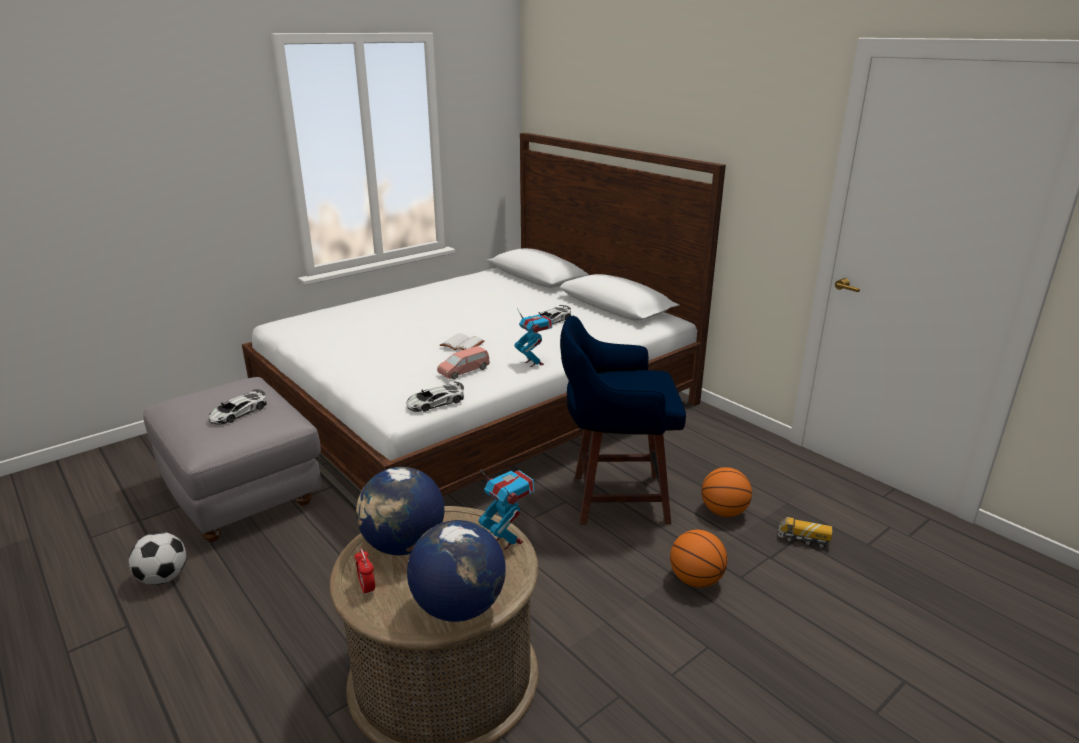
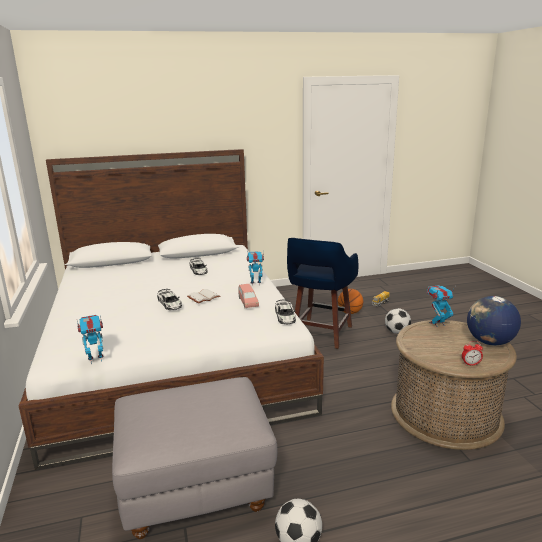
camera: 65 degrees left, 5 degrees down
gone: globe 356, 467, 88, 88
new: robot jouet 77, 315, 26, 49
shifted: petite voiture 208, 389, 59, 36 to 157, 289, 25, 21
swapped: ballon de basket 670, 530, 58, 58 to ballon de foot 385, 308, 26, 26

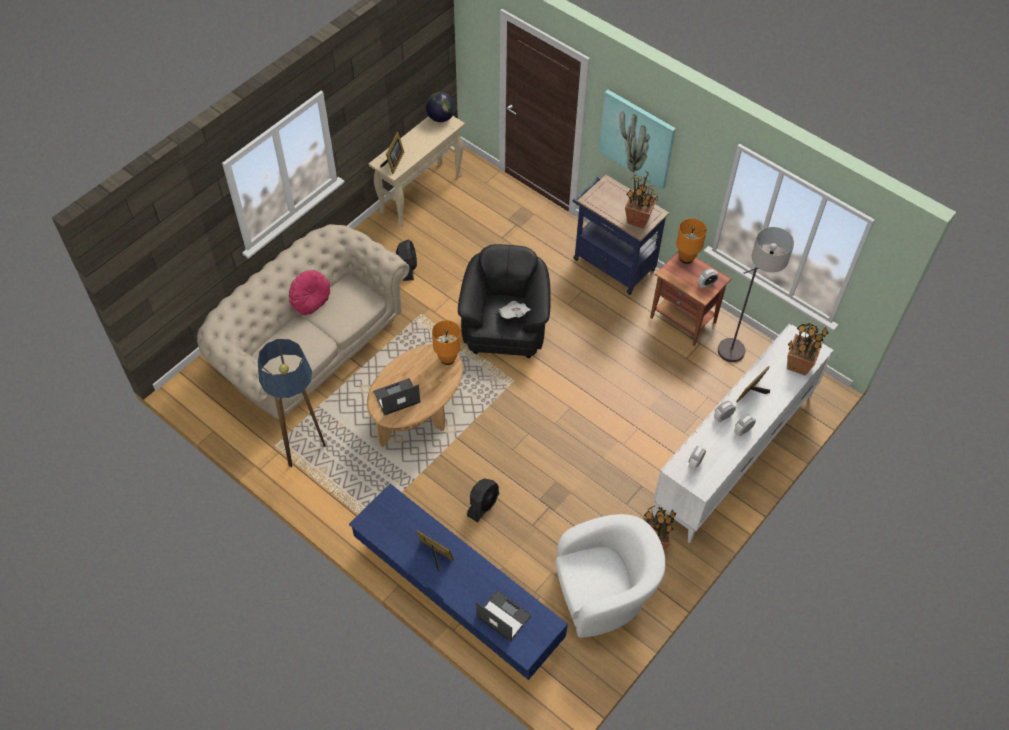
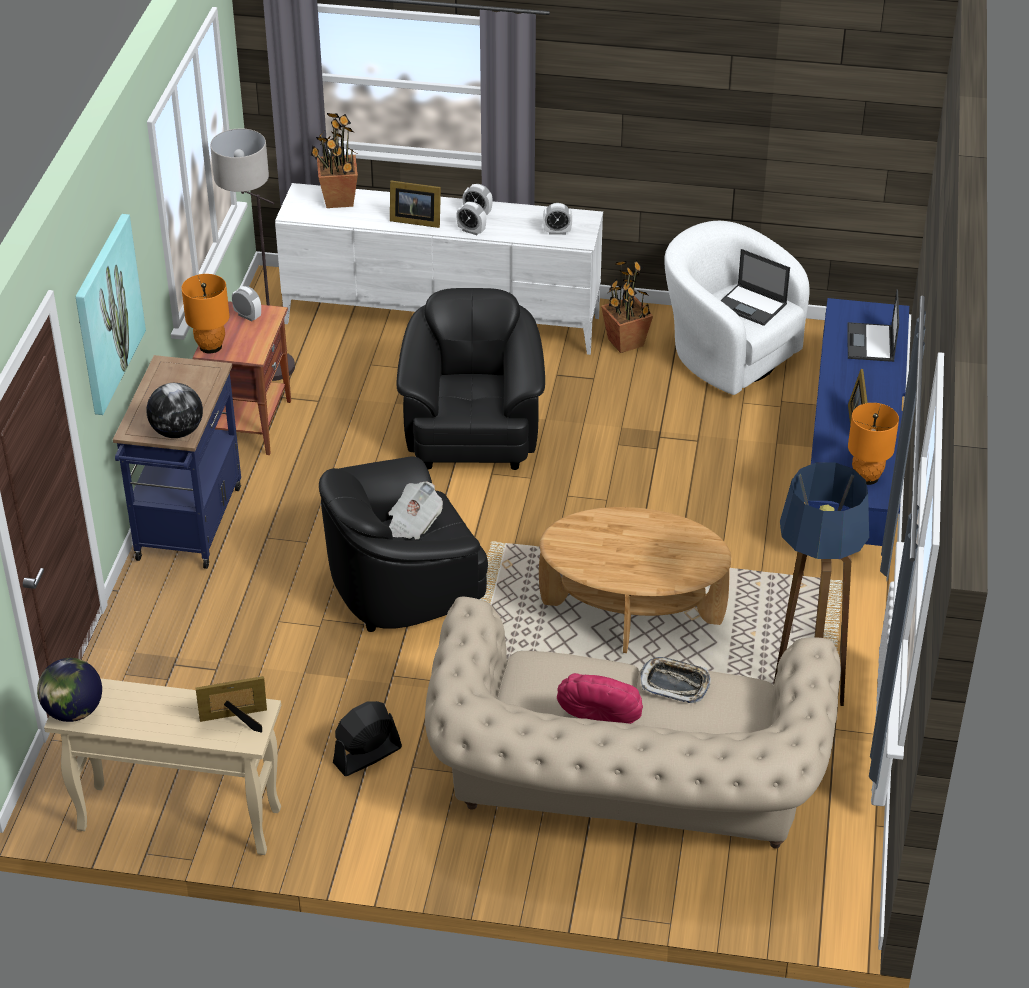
camera: 120 degrees left, 15 degrees down
gone: ventilateur (noir) 467, 478, 33, 44; plante en pot 625, 171, 33, 57
new: globe 146, 383, 57, 55; fauteuil (noir) 397, 288, 148, 182; plateau 641, 657, 70, 46
shifted: ordinateur portable 373, 378, 48, 38 to 720, 249, 70, 77; lampe de table (orange) 432, 320, 29, 45 to 848, 403, 51, 82

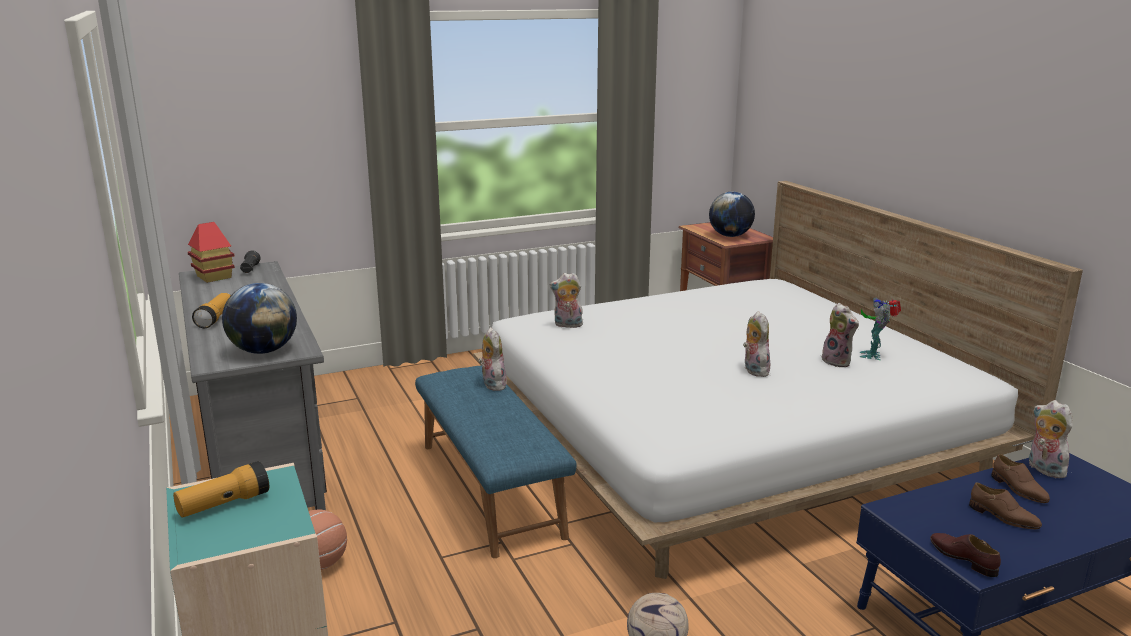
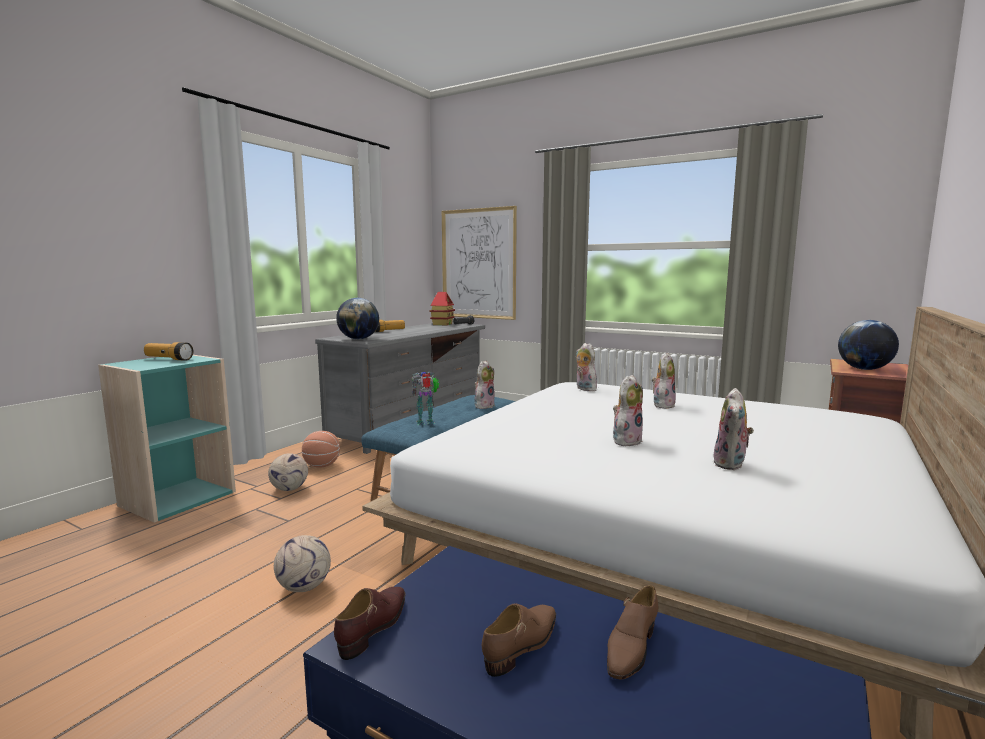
camera: 55 degrees right, 10 degrees down
new: ballon de foot 268, 453, 40, 38; tableau 442, 206, 75, 114
shifted: robot jouet 860, 298, 41, 62 to 412, 372, 28, 53; peluche 1029, 400, 44, 78 to 652, 353, 24, 56
rotated: chaussure (marron) 969, 482, 73, 47 = 482, 604, 74, 73 150 degrees counterclockwise

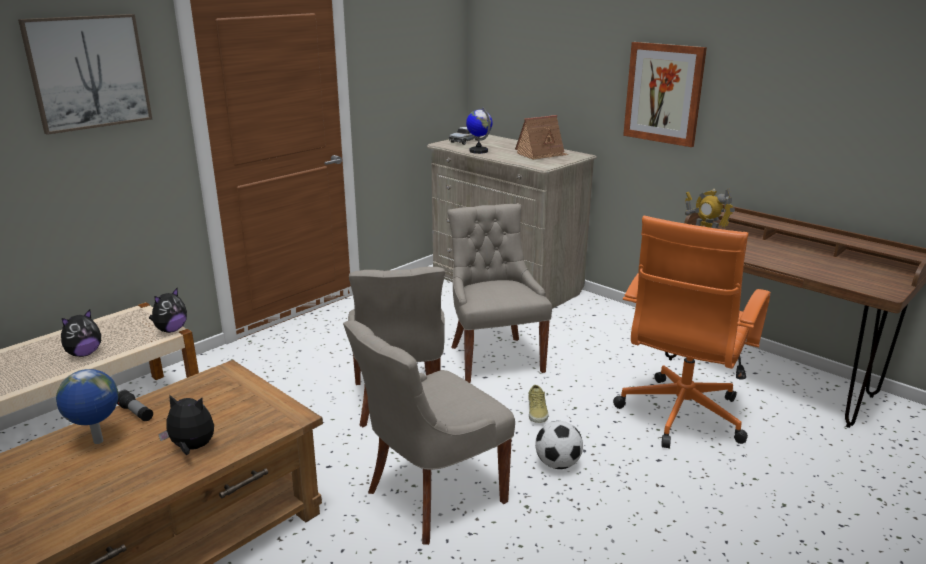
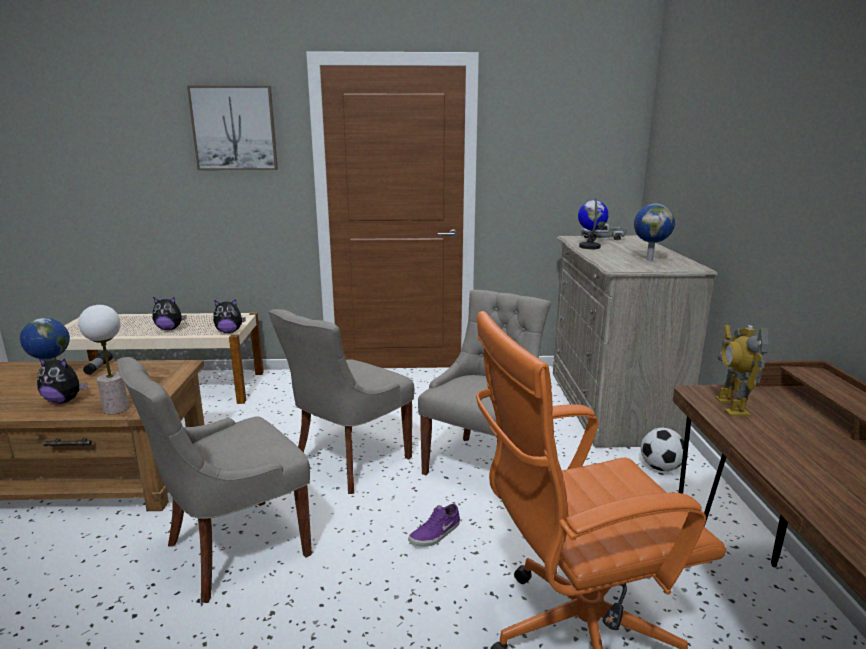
camera: 45 degrees right, 5 degrees down
gone: tableau 623, 42, 84, 105
new: lampe de table 78, 305, 51, 110
shifted: ballon de foot 535, 421, 48, 48 to 641, 428, 43, 43
swapped: maison miniature 515, 115, 53, 45 to globe 634, 204, 41, 57
repainted: chaussure (beige) 528, 385, 21, 38 to chaussure (violet) 408, 504, 52, 43
rotated: peluche 158, 394, 56, 61 = 37, 358, 50, 46 135 degrees clockwise; chaise (gris) 343, 320, 172, 225 = 117, 357, 195, 246 45 degrees counterclockwise

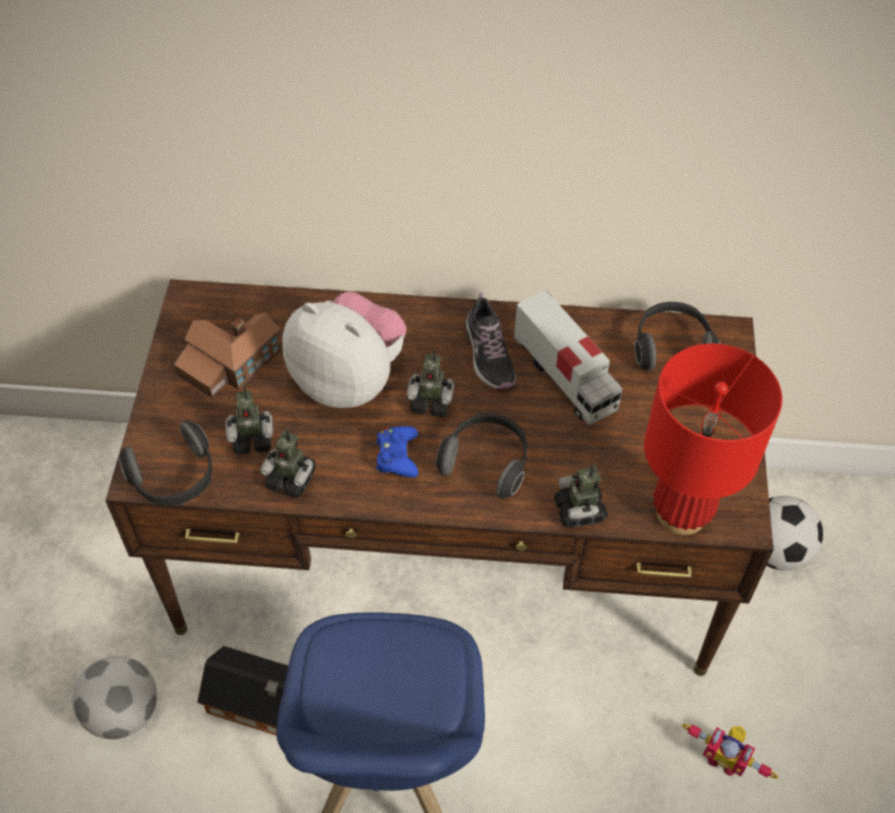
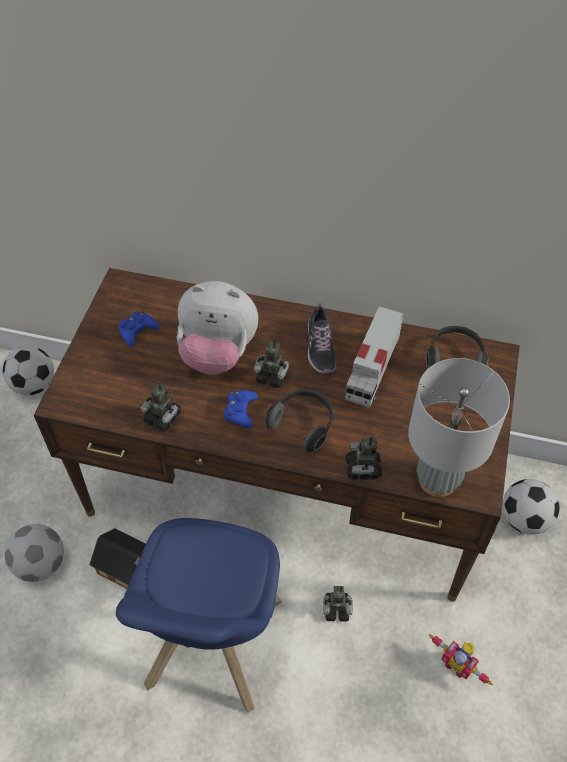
camera: 10 degrees right, 0 degrees up
gone: casque audio 118, 420, 94, 86
new: ballon de foot 3, 346, 51, 49
shifted: robot jouet 225, 386, 48, 69 to 323, 586, 30, 35
swapped: maison miniature 174, 313, 106, 86 to manette (bleu) 118, 311, 42, 36
repainted: lampe de table (rouge) 644, 343, 138, 192 to lampe de table (gris) 408, 358, 102, 139
rotated: peluche 282, 291, 125, 117 = 177, 281, 81, 94 150 degrees clockwise; camion jouet 514, 290, 109, 135 = 345, 306, 59, 102 45 degrees clockwise

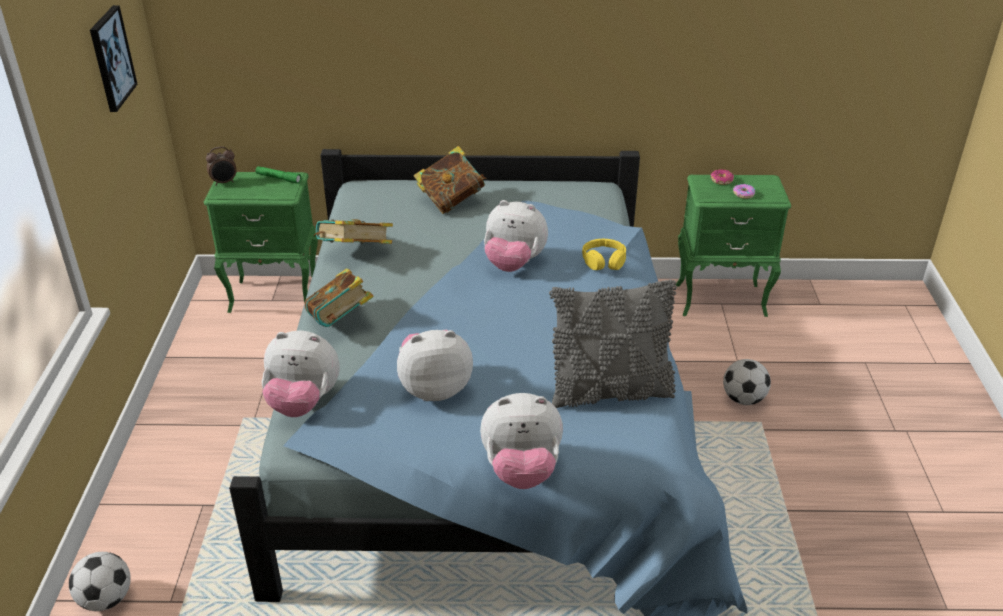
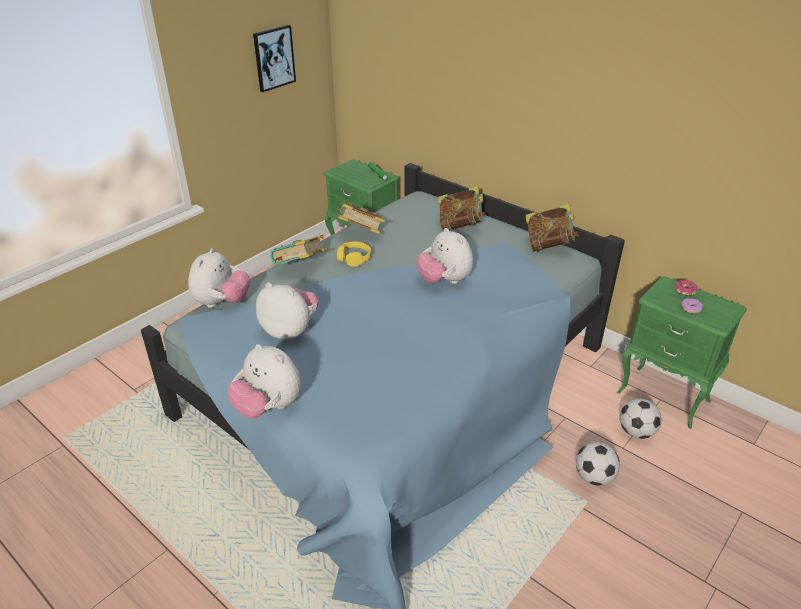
camera: 40 degrees right, 0 degrees up
gone: réveil 206, 146, 31, 40; coussin (gris) 549, 279, 128, 129
new: livre 526, 204, 53, 47
shifted: ballon de foot 69, 552, 62, 59 to 620, 399, 42, 40; casque audio (jaune) 582, 239, 44, 31 to 337, 242, 34, 25
rotated: peluche 262, 331, 78, 86 = 188, 248, 62, 60 120 degrees counterclockwise

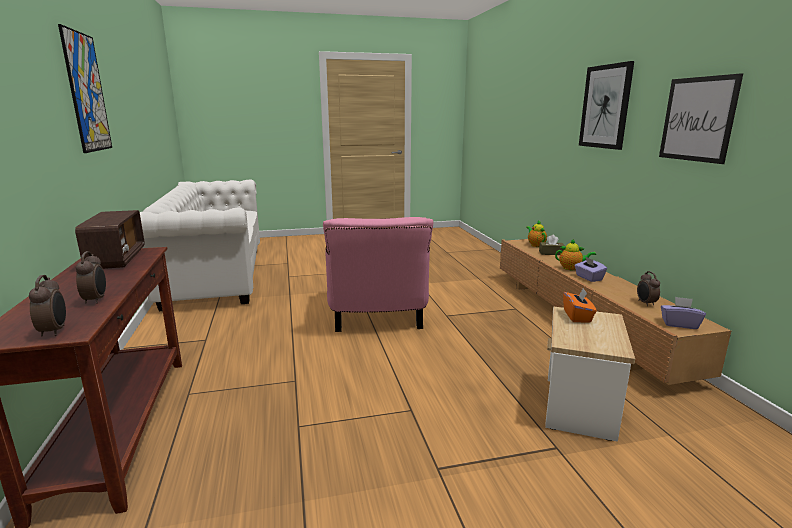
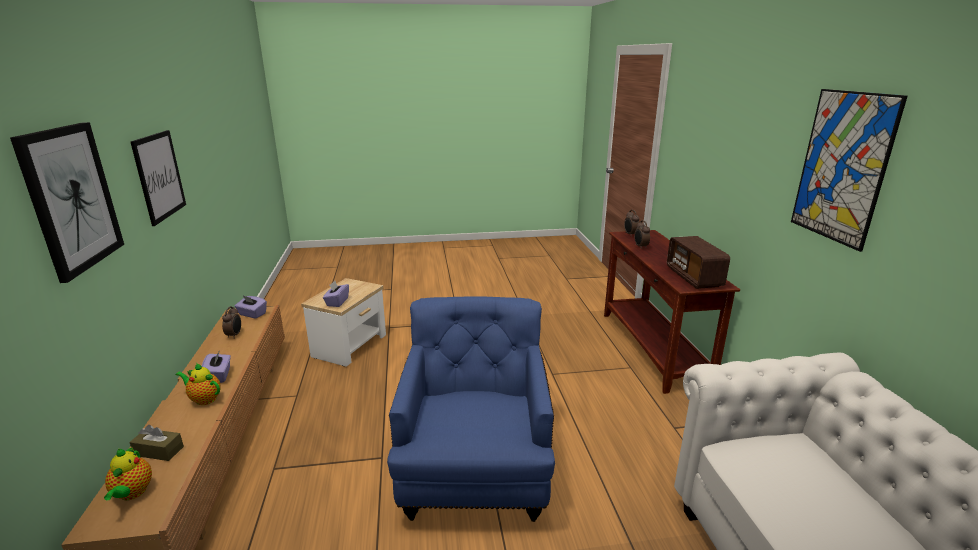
camera: 175 degrees left, 5 degrees up
repainted: fauteuil (rose) 323, 217, 110, 115 to fauteuil (bleu) 387, 296, 168, 226; boîte à mouchoirs (orange) 563, 288, 34, 35 to boîte à mouchoirs (violet) 323, 281, 26, 26

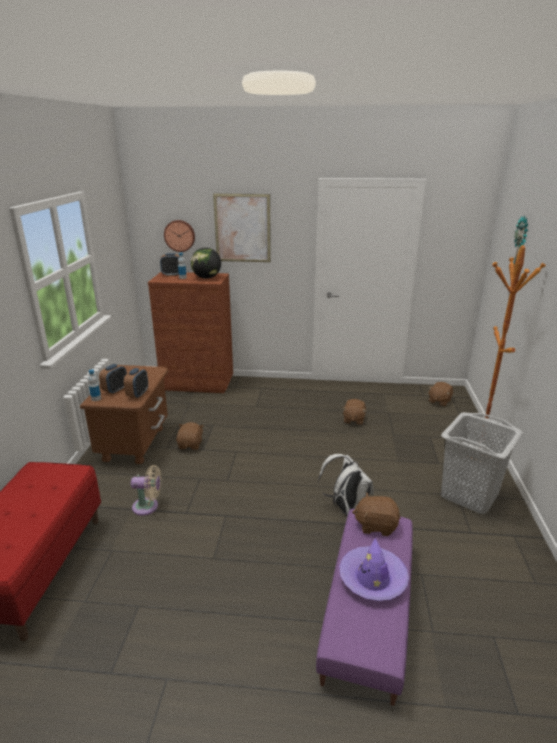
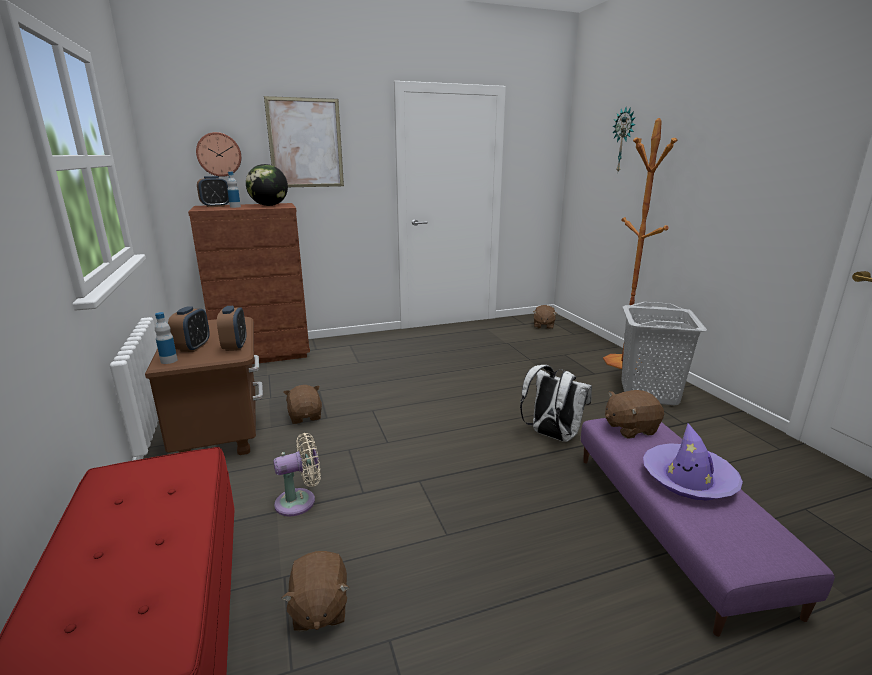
camera: 25 degrees left, 5 degrees down
shifted: peluche (marron) 343, 399, 23, 26 to 281, 551, 69, 81

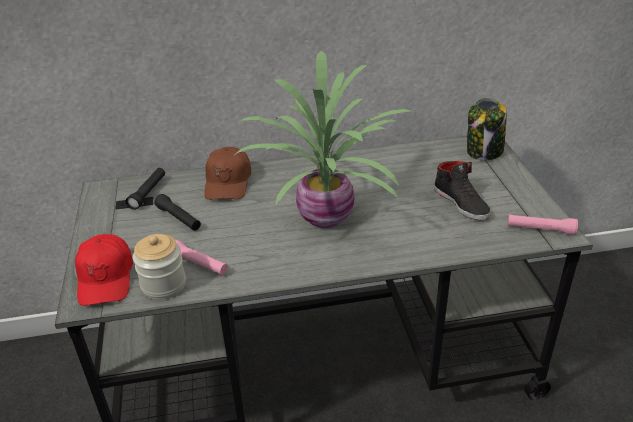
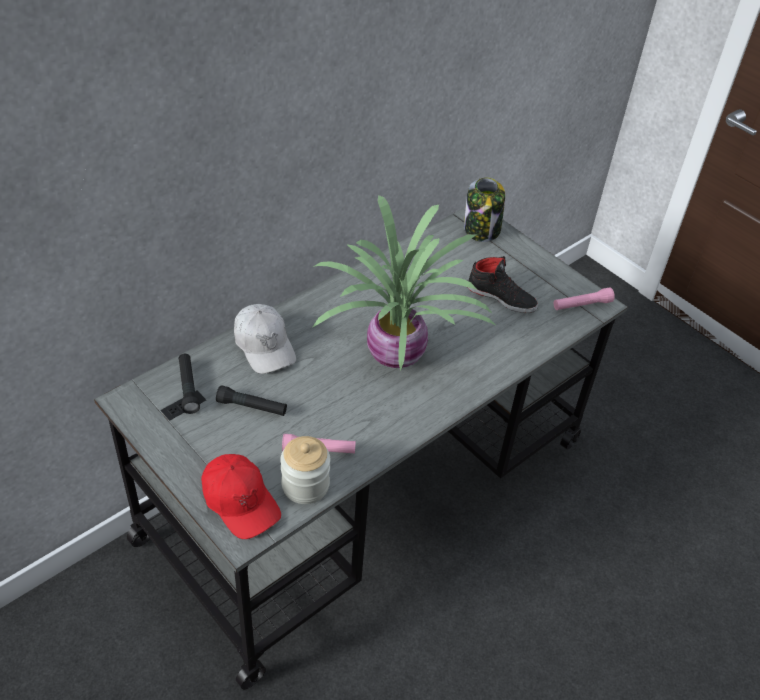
camera: 35 degrees left, 10 degrees up
repainted: casquette (marron) 204, 147, 47, 53 to casquette (blanc) 234, 304, 62, 70

